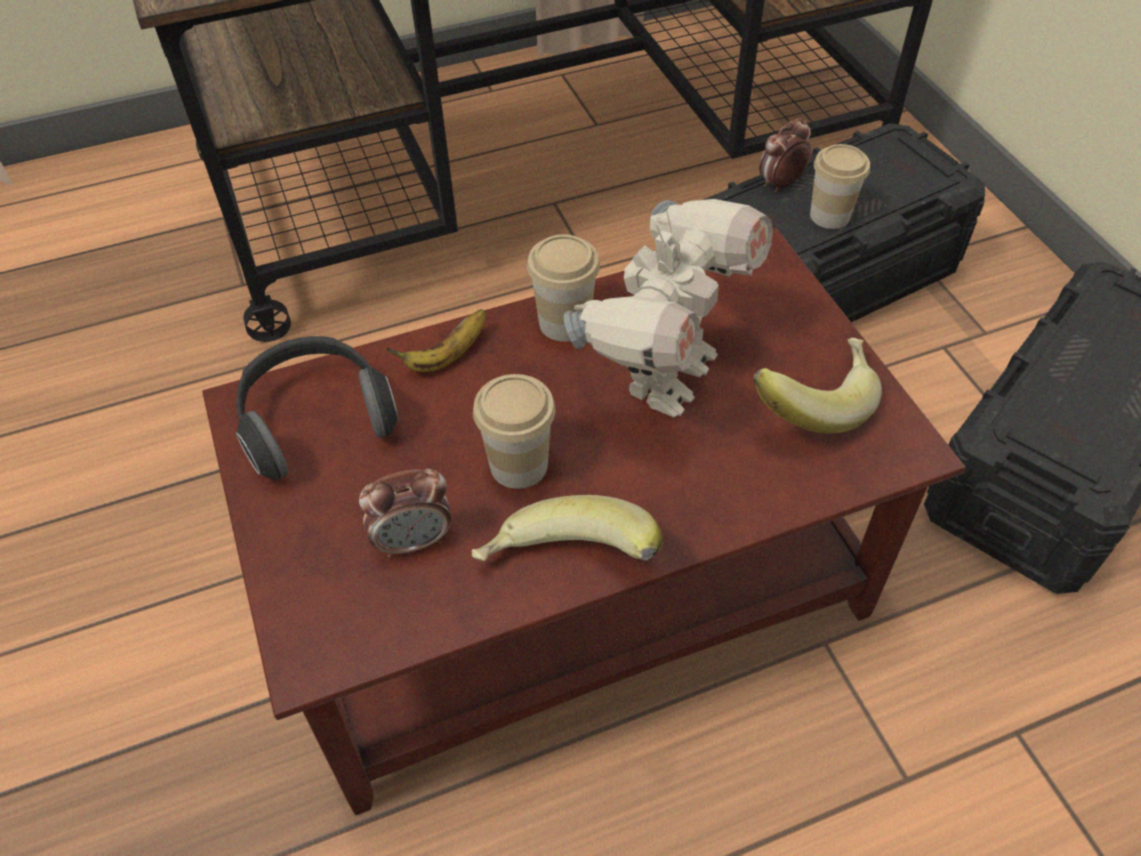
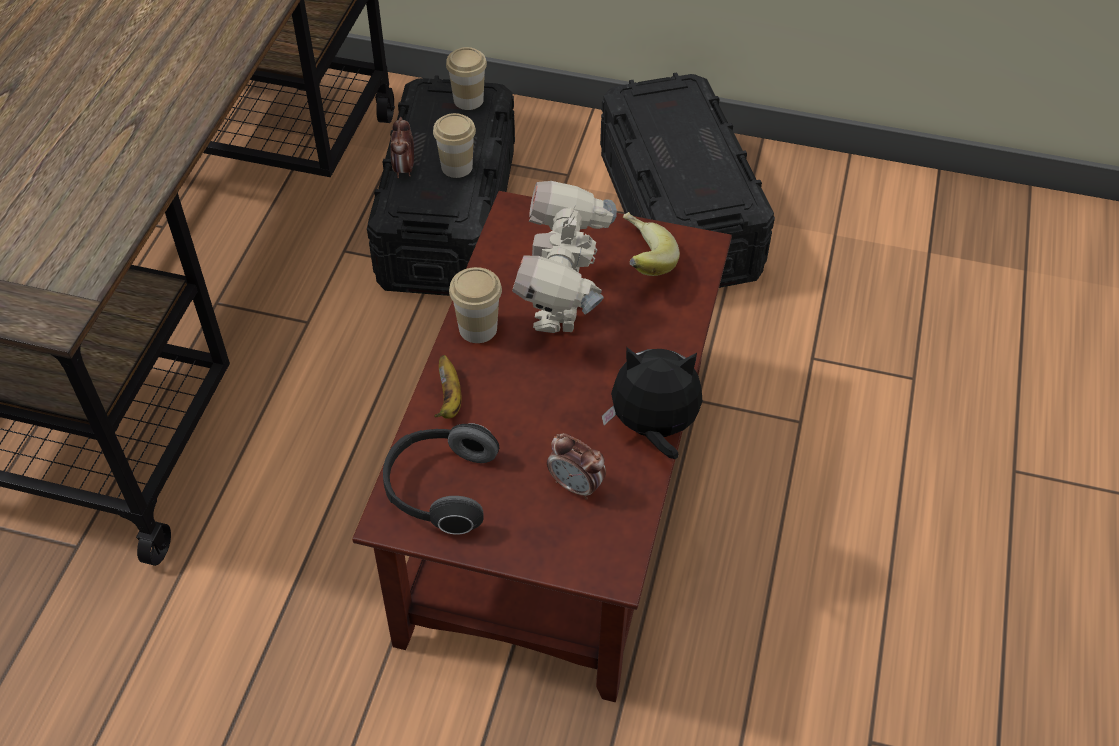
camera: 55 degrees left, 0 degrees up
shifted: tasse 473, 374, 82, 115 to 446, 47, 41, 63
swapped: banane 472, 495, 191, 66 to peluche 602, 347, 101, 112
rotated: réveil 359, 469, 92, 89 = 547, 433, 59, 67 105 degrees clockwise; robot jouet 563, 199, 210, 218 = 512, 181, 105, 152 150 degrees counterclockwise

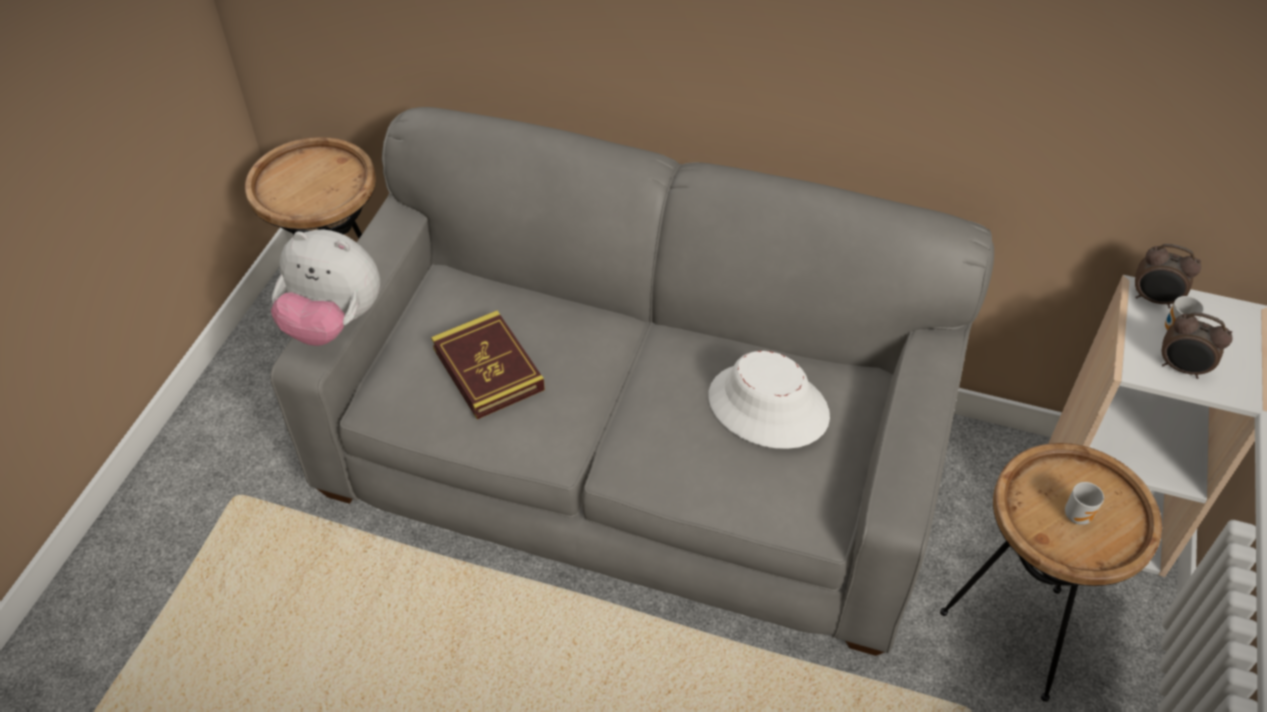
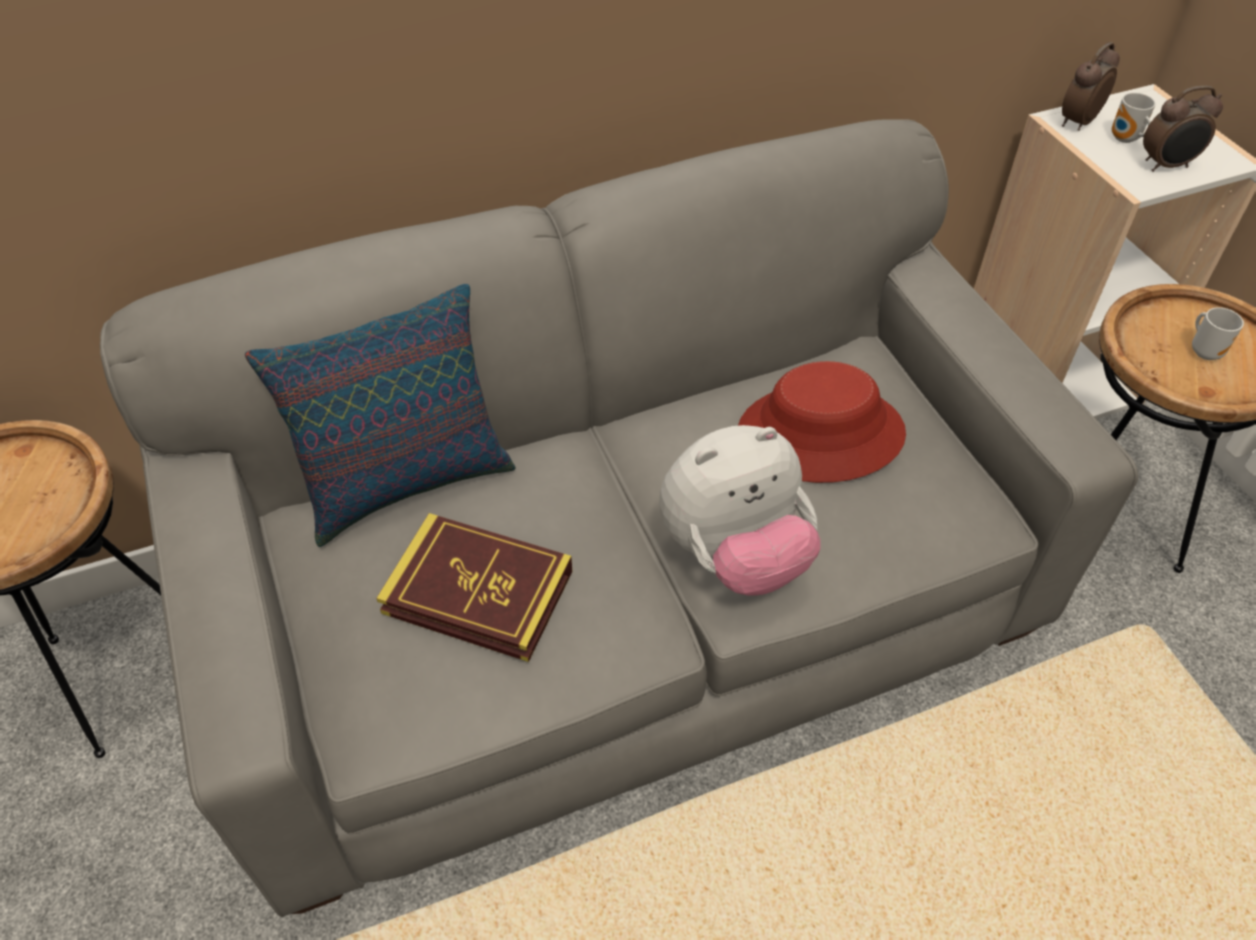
camera: 40 degrees left, 0 degrees up
new: coussin (bleu) 245, 284, 271, 263
shifted: peluche 271, 230, 109, 116 to 659, 425, 162, 171
repainted: chapeau (blanc) 708, 351, 122, 98 to chapeau (rouge) 738, 361, 168, 122
rotated: réveil 1135, 244, 66, 65 = 1062, 42, 58, 89 150 degrees clockwise

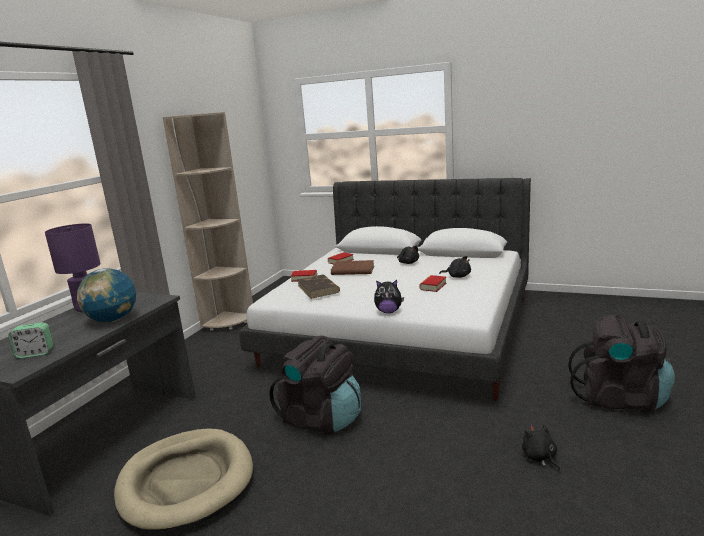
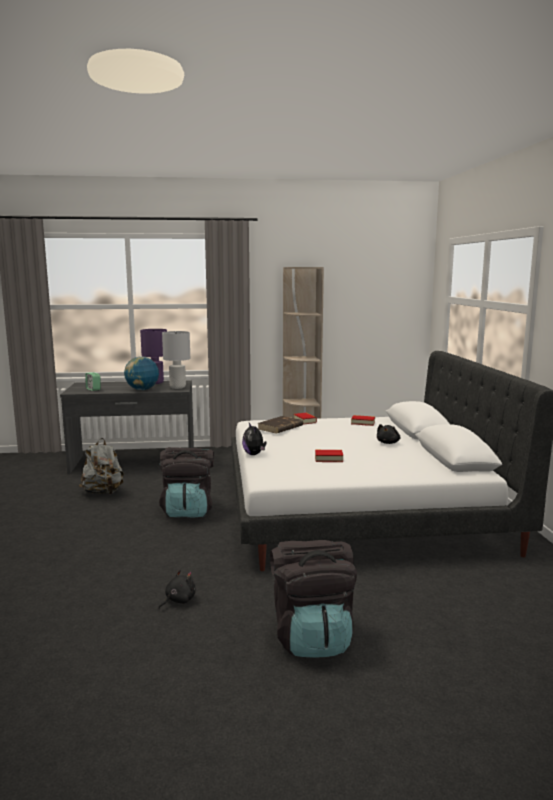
camera: 60 degrees right, 5 degrees down
gone: livre (marron) 331, 260, 43, 15; peluche (noir) 439, 256, 32, 22
new: lampe de table (gris) 162, 331, 28, 58
swapped: panier pour chien (beige) 114, 429, 139, 102 to sac à dos (gris) 79, 438, 45, 57

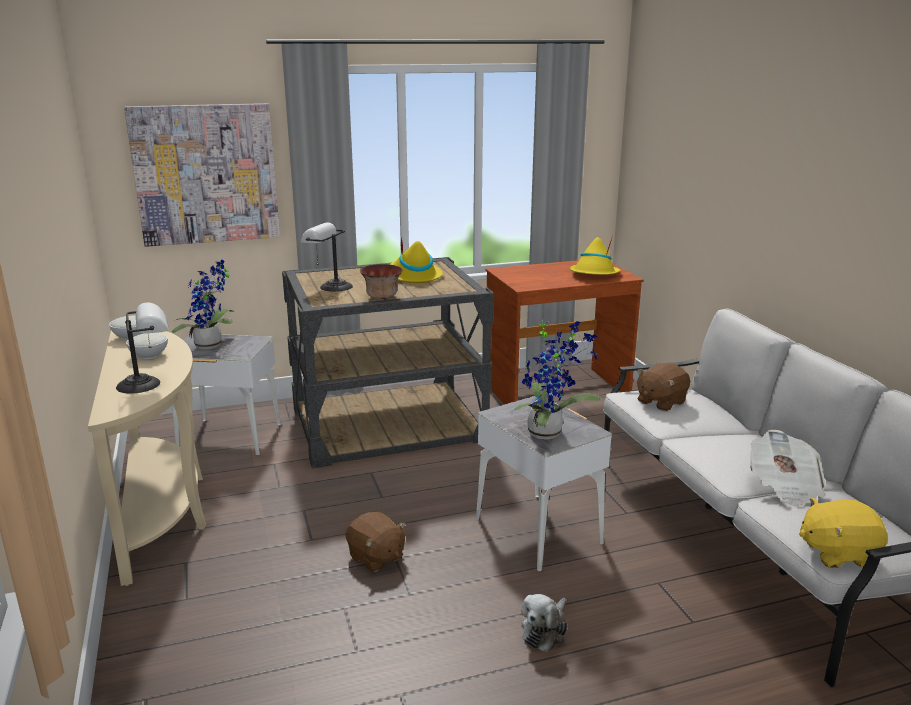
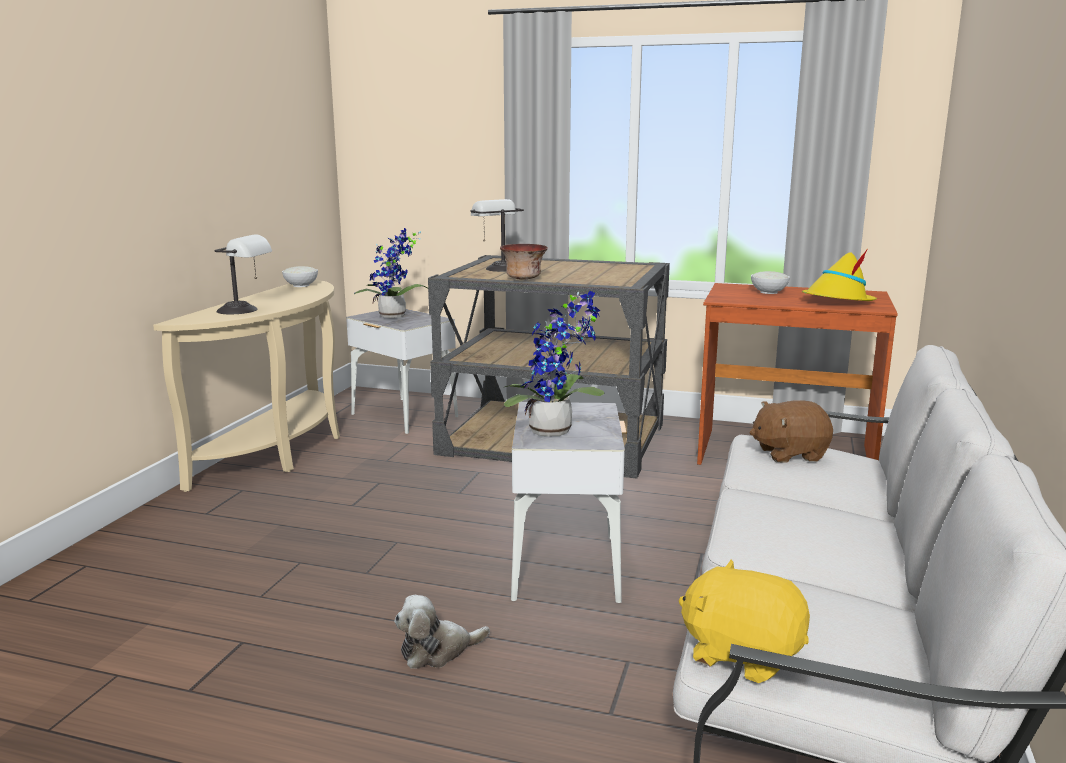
camera: 35 degrees right, 5 degrees down
gone: tableau 124, 103, 156, 144; peluche (marron) 345, 512, 61, 60; chapeau (jaune) 390, 237, 53, 46; journal 750, 430, 76, 78
shifted: bol (blanc) 126, 333, 42, 26 to 751, 271, 39, 23

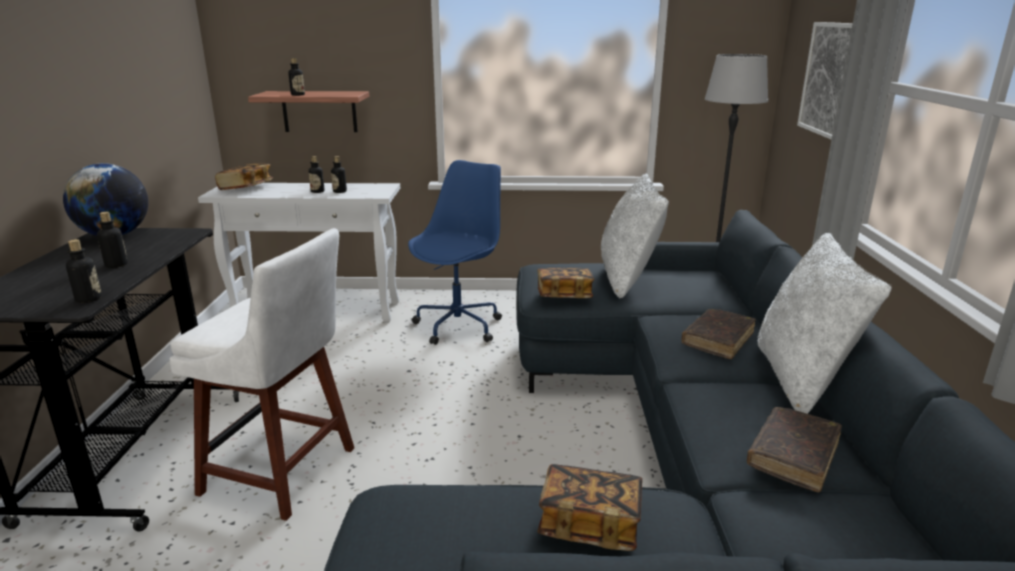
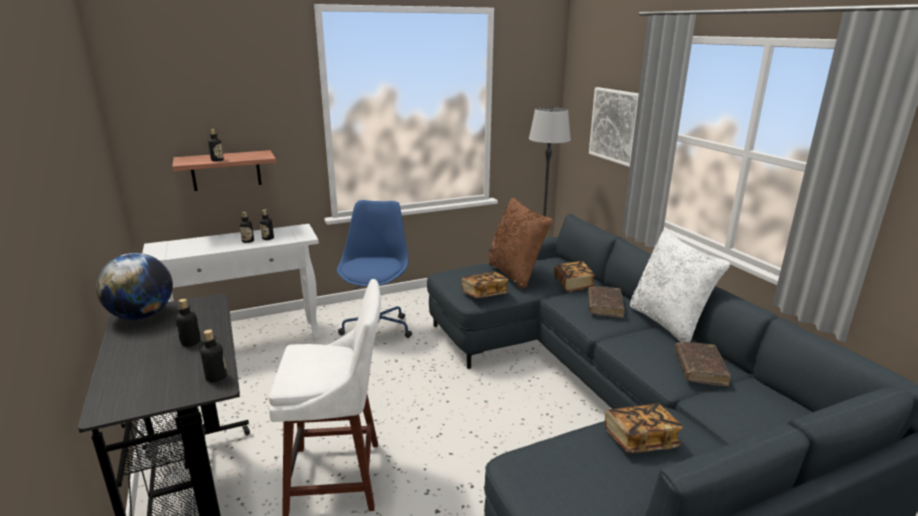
camera: 25 degrees left, 0 degrees up
shifted: livre 215, 164, 58, 26 to 554, 261, 41, 31
repainted: coussin (blanc) 601, 173, 68, 126 to coussin (marron) 488, 198, 65, 91

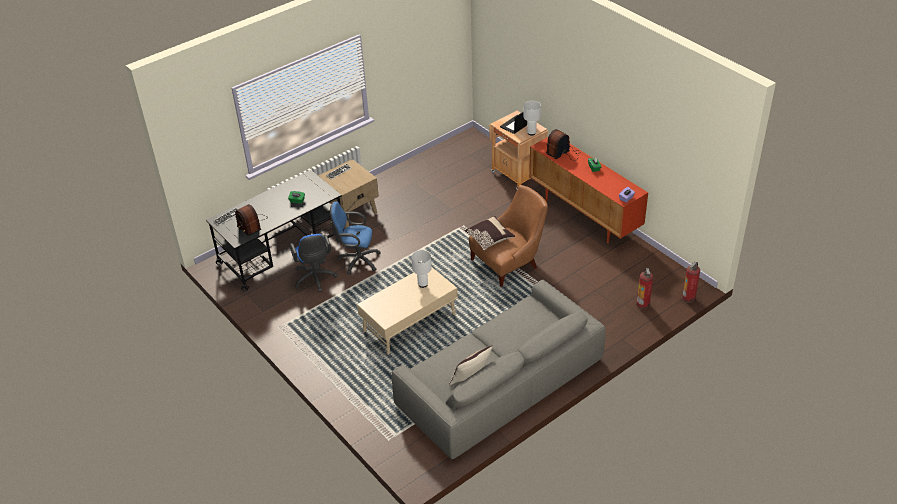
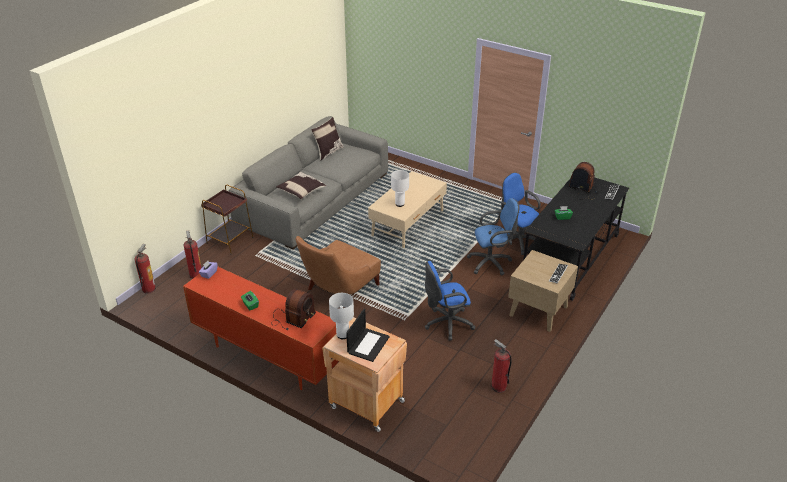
camera: 160 degrees right, 5 degrees down
new: table d'appoint (marron) 201, 185, 52, 70; chaise de bureau (bleu) 425, 261, 50, 79; extincteur 491, 339, 21, 54
shifted: coussin 464, 216, 51, 34 to 276, 172, 50, 27

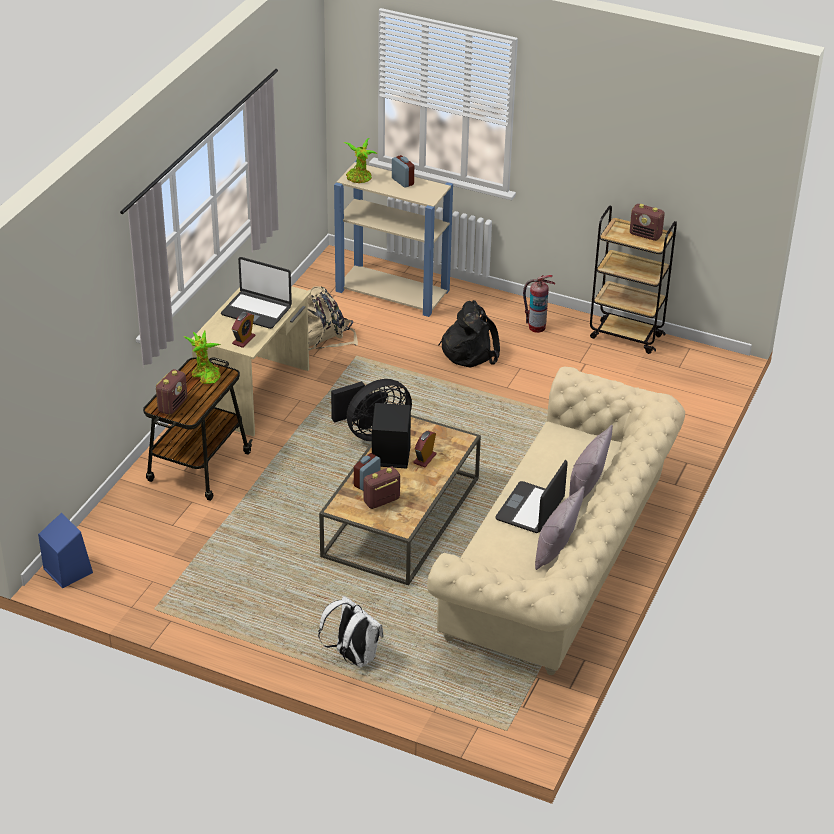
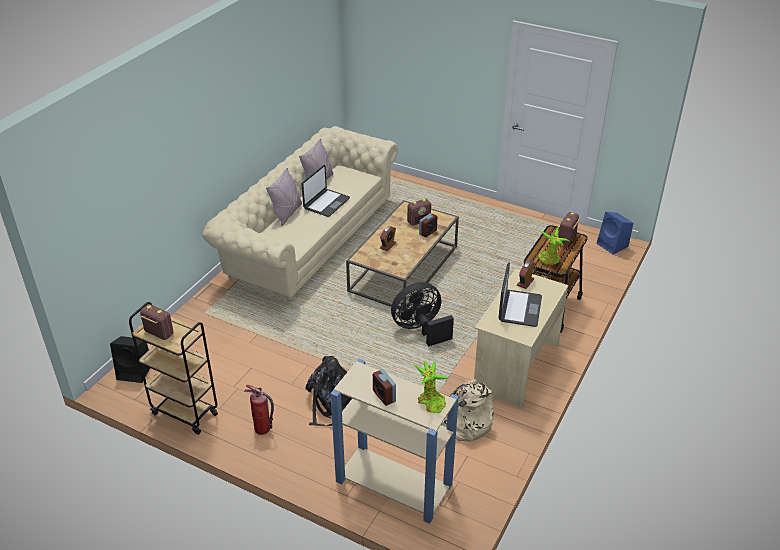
camera: 175 degrees left, 0 degrees up
gone: sac à dos (blanc) 318, 596, 66, 72
shifted: enceinte (noir) 372, 403, 39, 66 to 110, 336, 40, 47
rotated: ordinateur portable 221, 257, 71, 72 = 498, 263, 44, 64 75 degrees clockwise

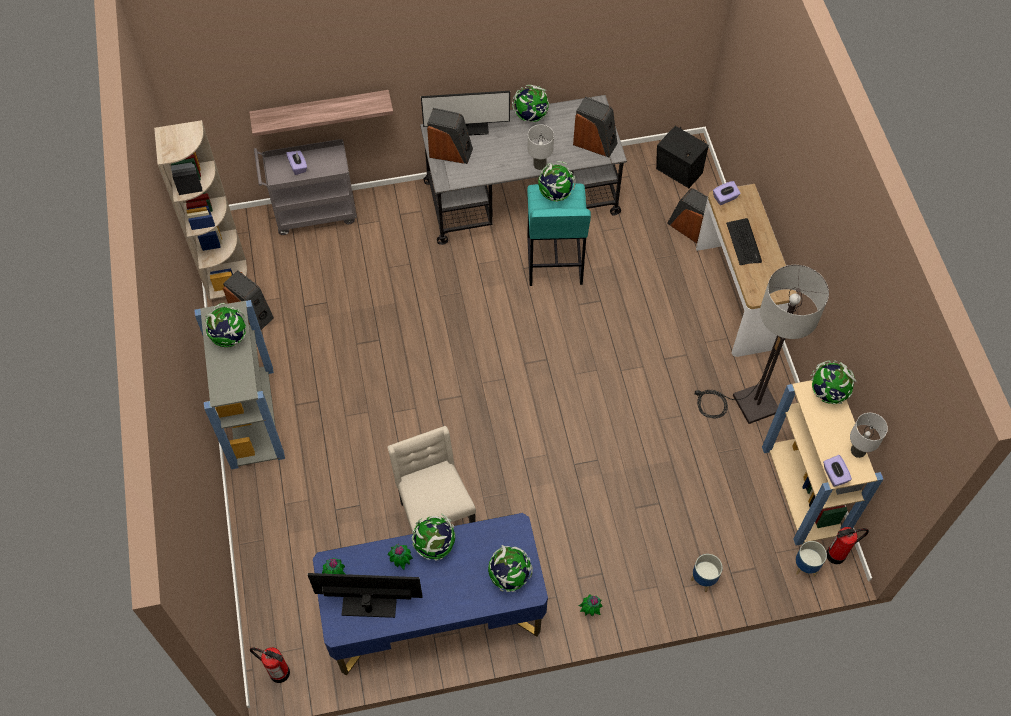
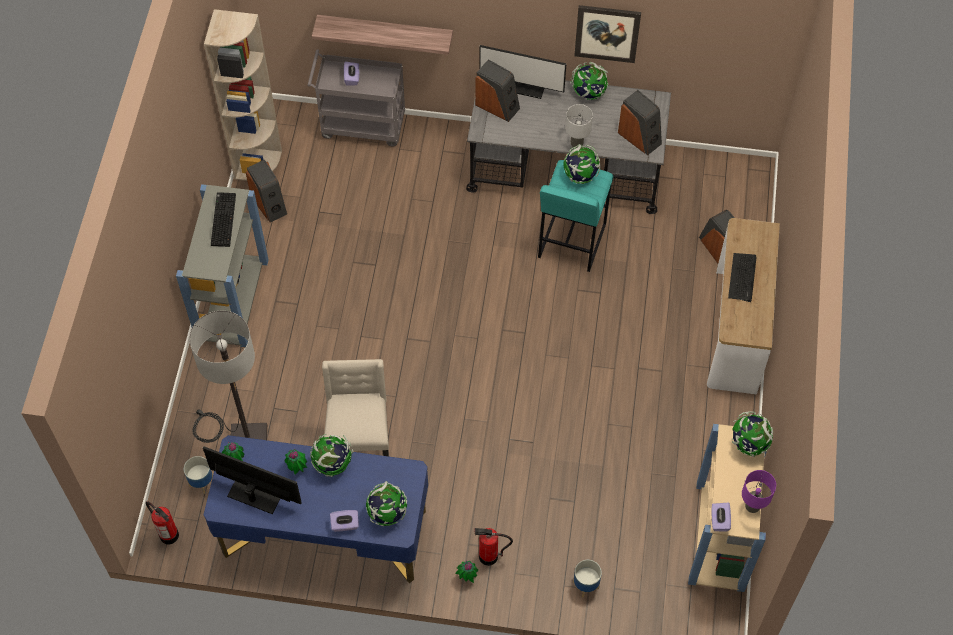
camera: 20 degrees right, 0 degrees up
gone: enceinte (noir) 656, 126, 53, 62
new: tableau 574, 5, 67, 58
shifted: lampadaire 695, 265, 134, 159 to 189, 311, 78, 132; boîte à mouchoirs (violet) 713, 181, 27, 24 to 330, 510, 29, 22; cache-pot 796, 541, 31, 36 to 184, 456, 29, 38; extincteur 827, 527, 42, 37 to 474, 528, 39, 38
swapped: globe 205, 303, 41, 44 to clavier 211, 192, 25, 55
repainted: lampe de table (blanc) 850, 413, 38, 45 to lampe de table (violet) 742, 470, 34, 43

